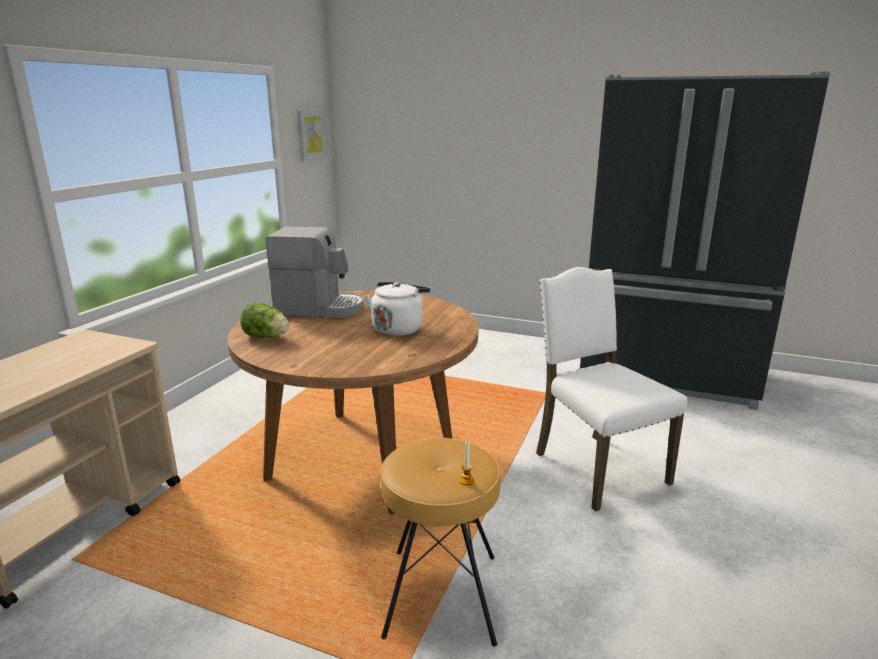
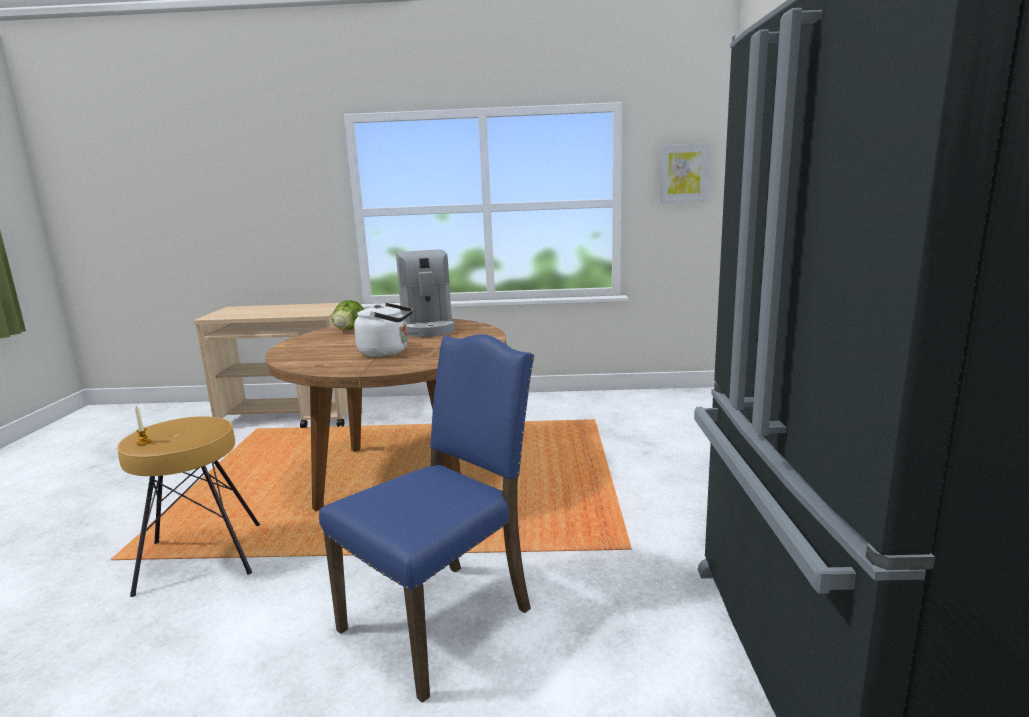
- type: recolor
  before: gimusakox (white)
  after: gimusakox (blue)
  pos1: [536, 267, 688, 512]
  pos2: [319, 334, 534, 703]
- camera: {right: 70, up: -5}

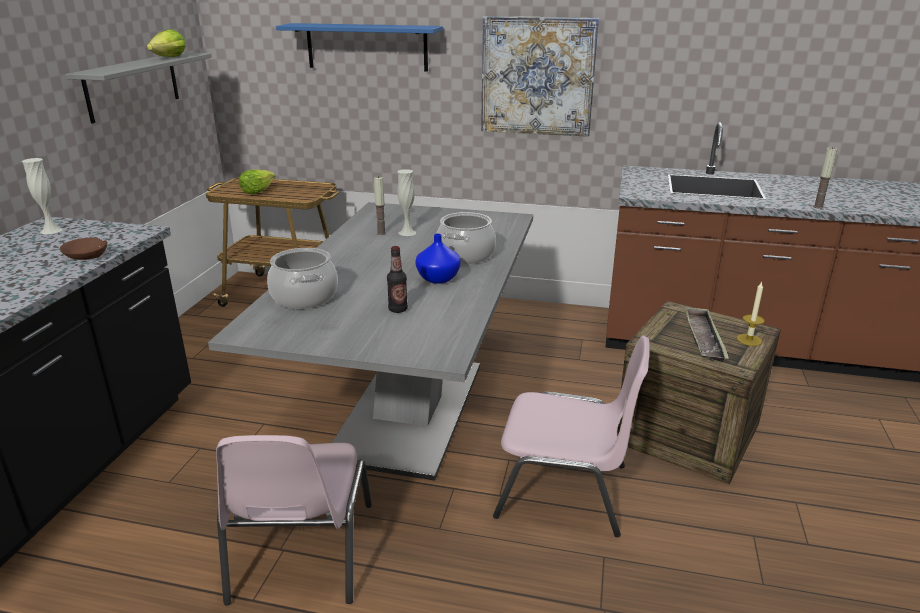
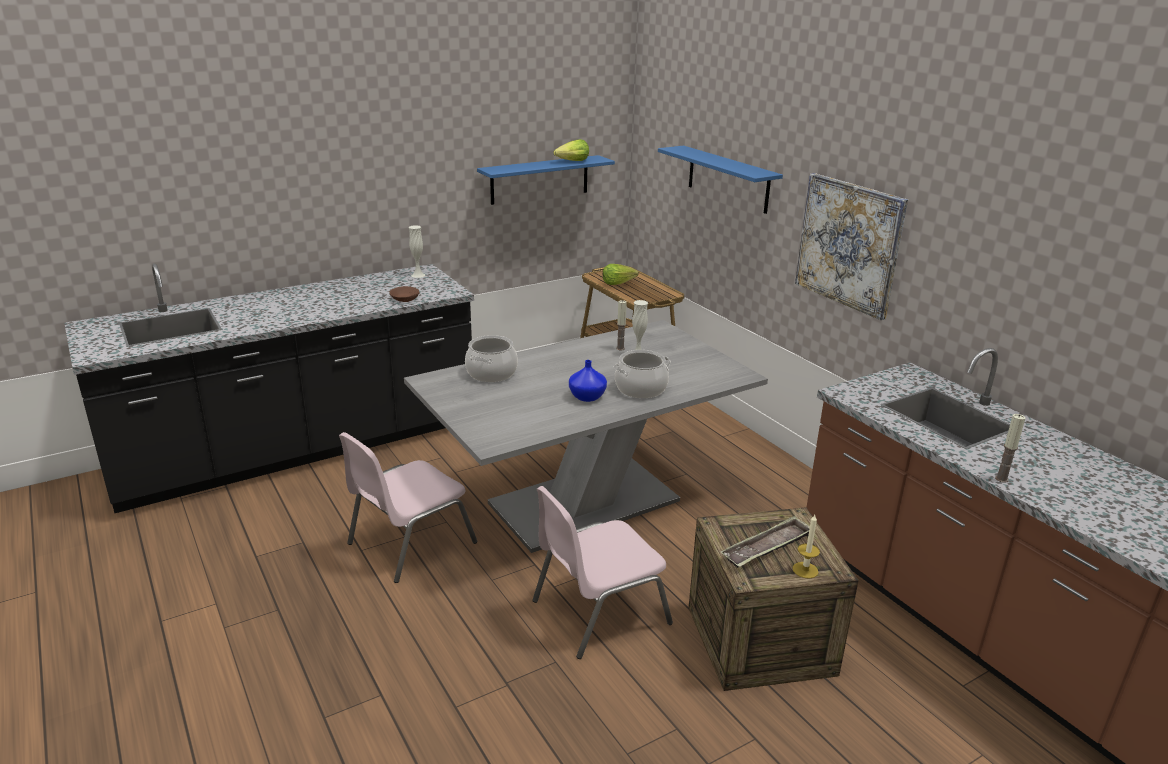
- type: delete
  before: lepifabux
  pos1: [387, 246, 408, 313]
- type: recolor
  before: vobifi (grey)
  after: vobifi (blue)
  pos1: [65, 52, 212, 124]
  pos2: [477, 155, 615, 205]
- type: rotate
  before: gimusakox (pink)
  pos1: [493, 335, 649, 537]
  pos2: [532, 486, 673, 659]
  turn: 90
- camera: {right: 45, up: 0}

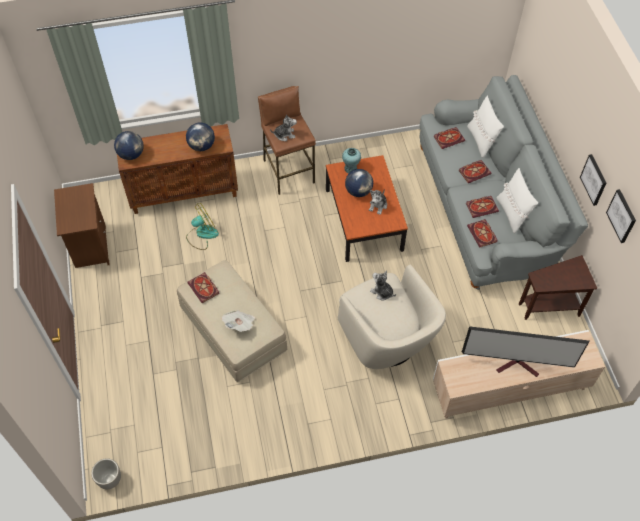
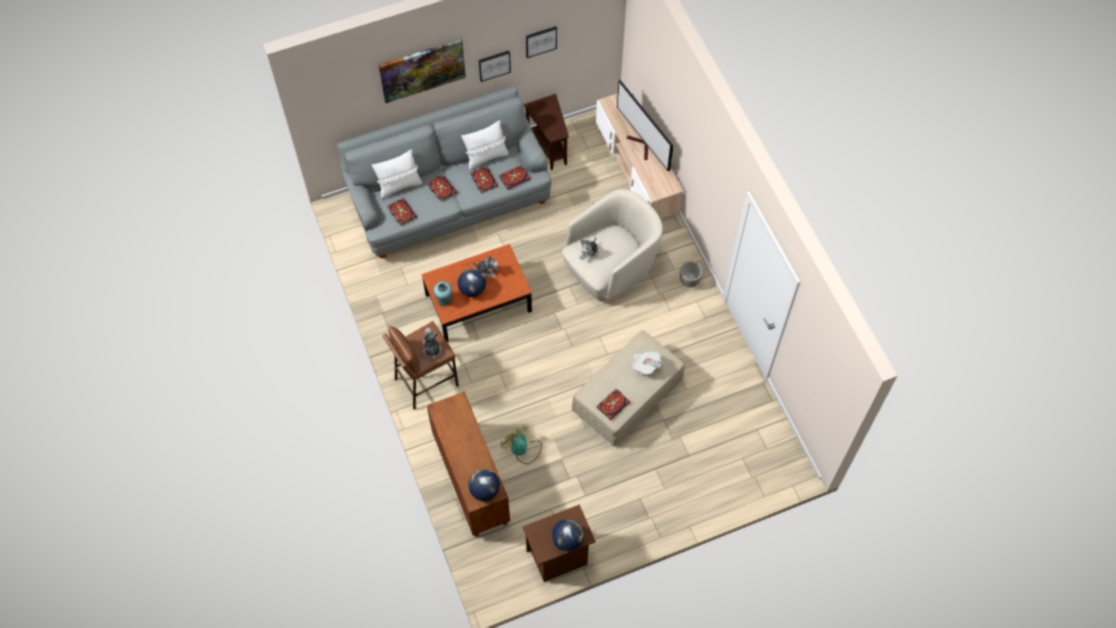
- type: insert
  after: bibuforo
  pos2: [378, 39, 466, 103]
- type: move
  before: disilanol
  pos1: [91, 458, 121, 489]
  pos2: [680, 261, 703, 287]
- type: move
  before: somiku
  pos1: [186, 122, 215, 151]
  pos2: [552, 519, 584, 551]
- type: rotate
  before: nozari
  pos1: [462, 326, 590, 377]
  pos2: [617, 80, 674, 171]
  turn: 150
- camera: {right: -100, up: 5}

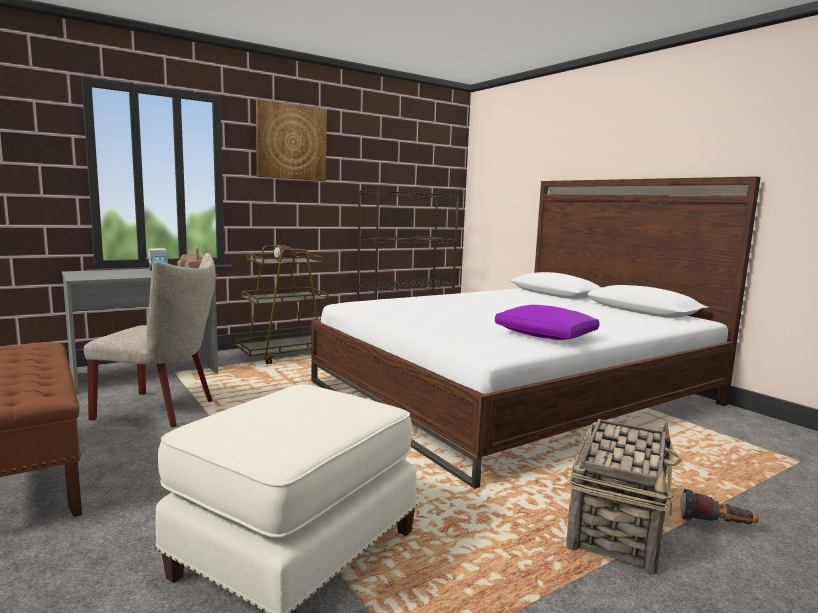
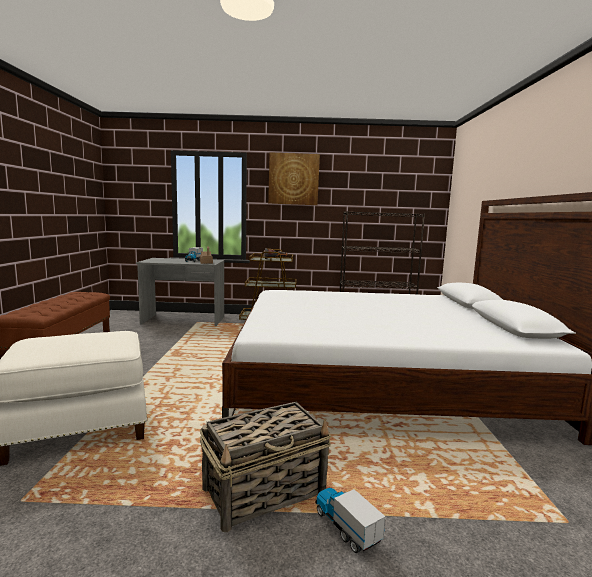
- type: delete
  before: gimusakox (beige)
  pos1: [84, 253, 216, 427]
- type: delete
  before: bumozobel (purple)
  pos1: [495, 305, 599, 340]
- type: replace
  before: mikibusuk
  after: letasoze
  pos1: [680, 489, 759, 524]
  pos2: [315, 488, 386, 553]
- camera: {right: 35, up: 0}

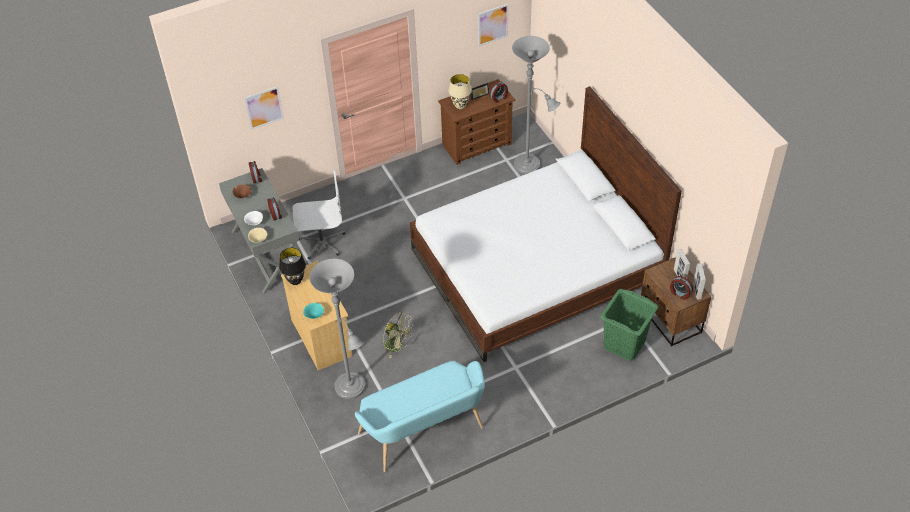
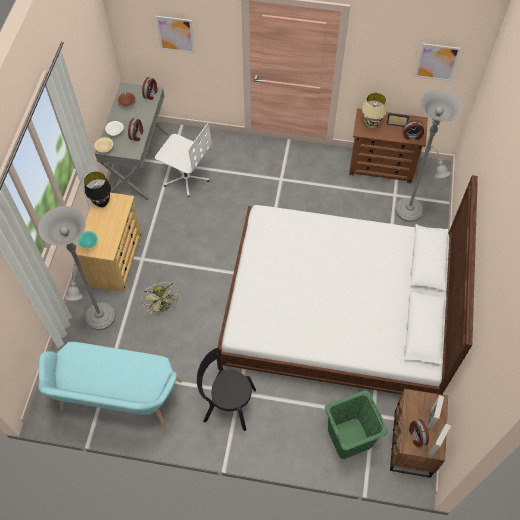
- type: insert
  after: gimusakox (black)
  pos2: [197, 348, 256, 431]
- camera: {right: 35, up: 10}

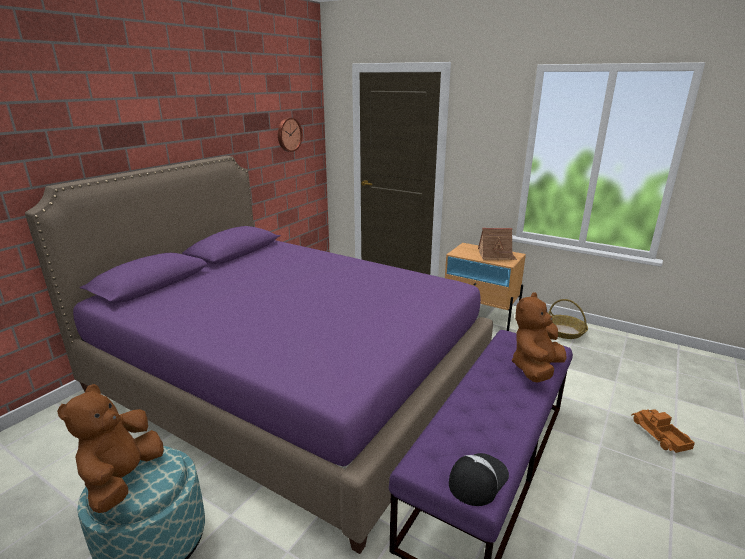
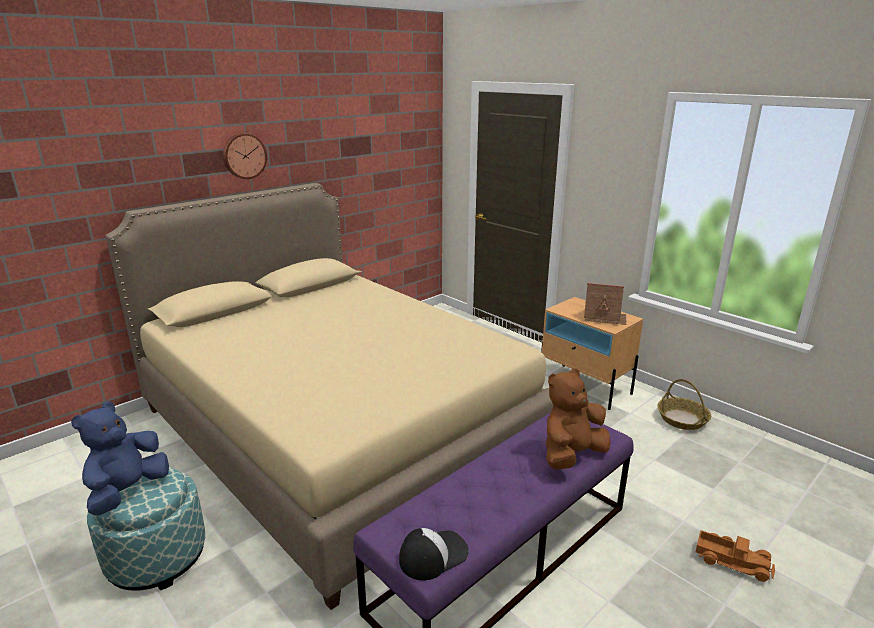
- type: move
  before: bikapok
  pos1: [278, 118, 303, 152]
  pos2: [223, 133, 267, 179]
- type: recolor
  before: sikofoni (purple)
  after: sikofoni (beige)
  pos1: [25, 156, 493, 554]
  pos2: [106, 183, 553, 610]
- type: recolor
  before: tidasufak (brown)
  after: tidasufak (blue)
  pos1: [57, 384, 164, 513]
  pos2: [71, 402, 169, 515]
- type: rotate
  before: letasoze
  pos1: [632, 409, 695, 453]
  pos2: [695, 530, 775, 582]
  turn: 120
- camera: {right: 15, up: 0}

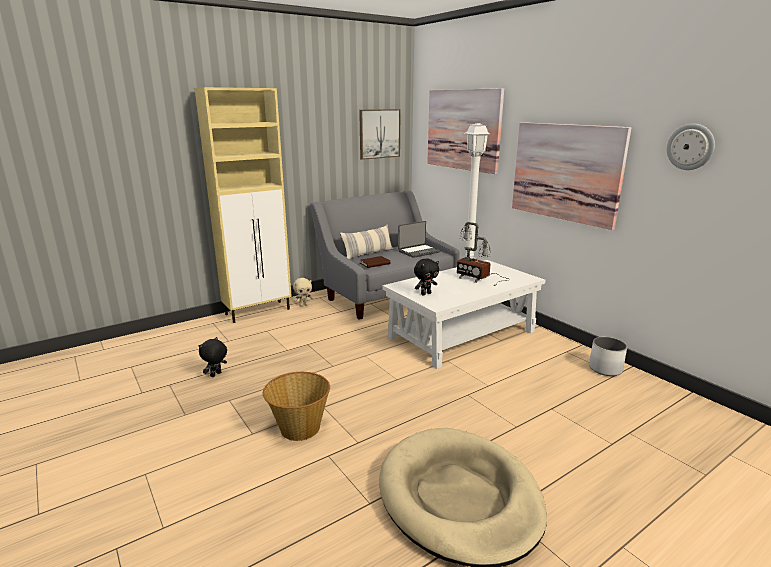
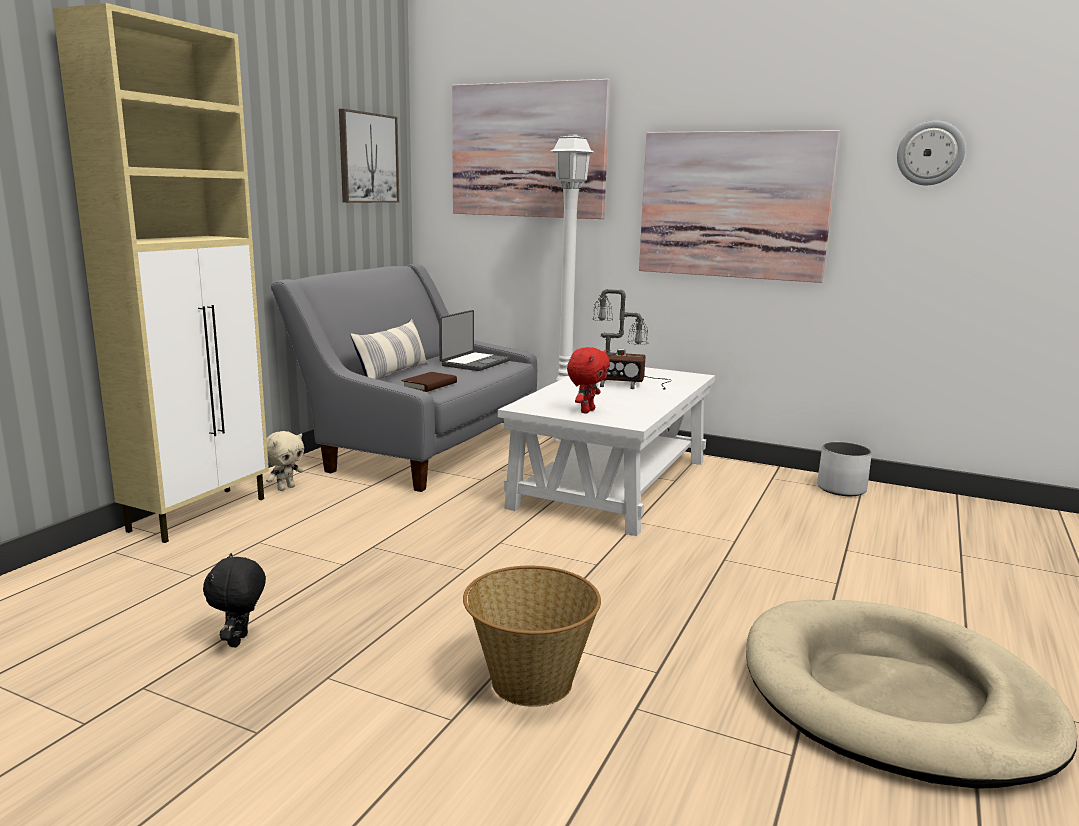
- type: recolor
  before: tidasufak (black)
  after: tidasufak (red)
  pos1: [414, 259, 439, 295]
  pos2: [567, 347, 610, 414]
- camera: {right: -30, up: -5}

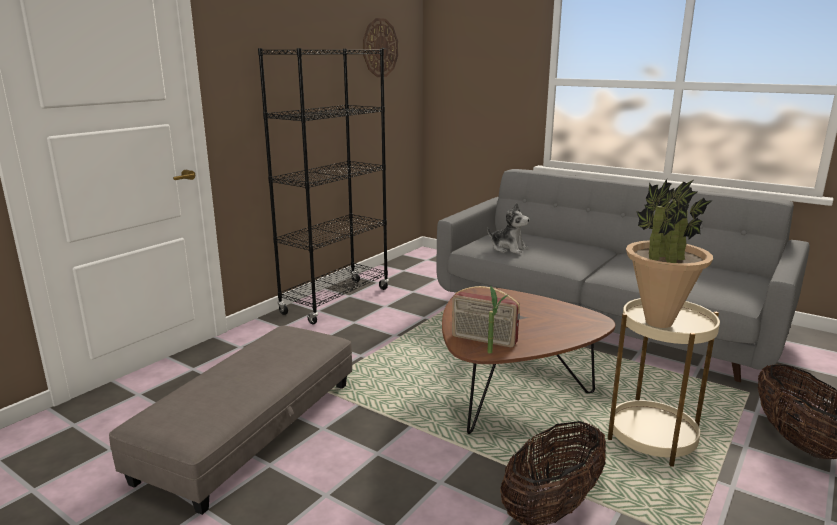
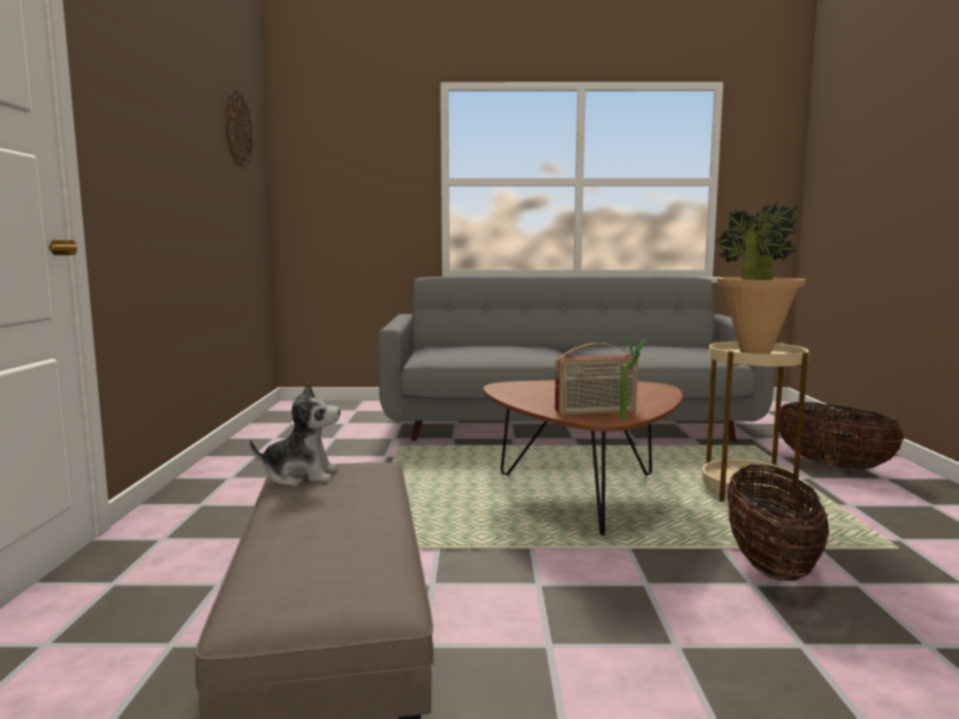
- type: delete
  before: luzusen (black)
  pos1: [258, 48, 389, 324]
- type: move
  before: tidasufak
  pos1: [487, 203, 530, 254]
  pos2: [249, 382, 340, 486]
- camera: {right: -35, up: -10}

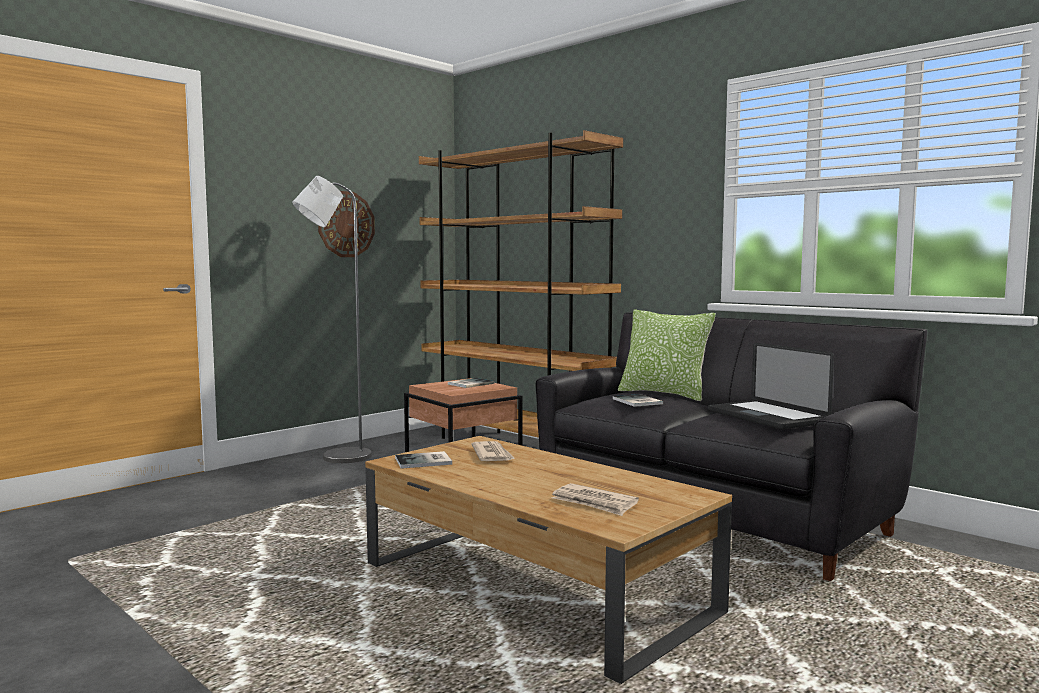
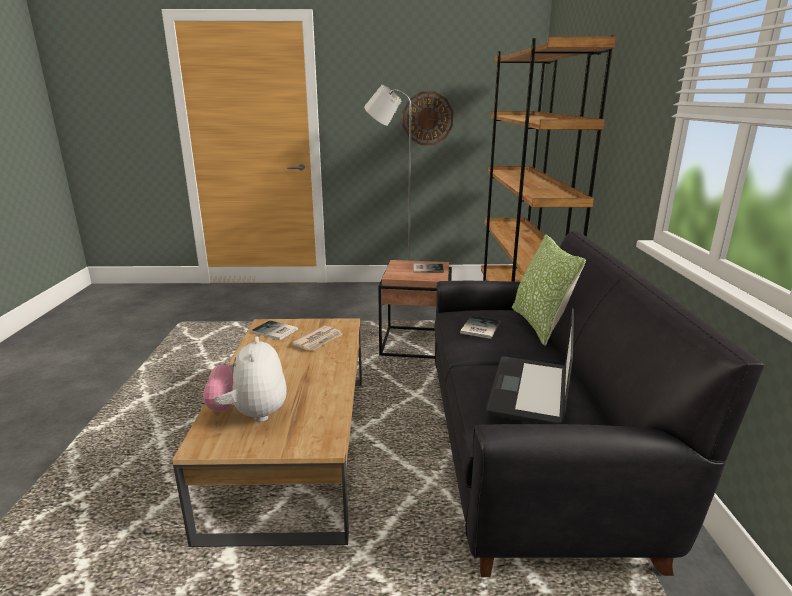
- type: replace
  before: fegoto
  after: tidasufak
  pos1: [552, 483, 639, 516]
  pos2: [203, 336, 287, 422]
- camera: {right: 45, up: 15}

